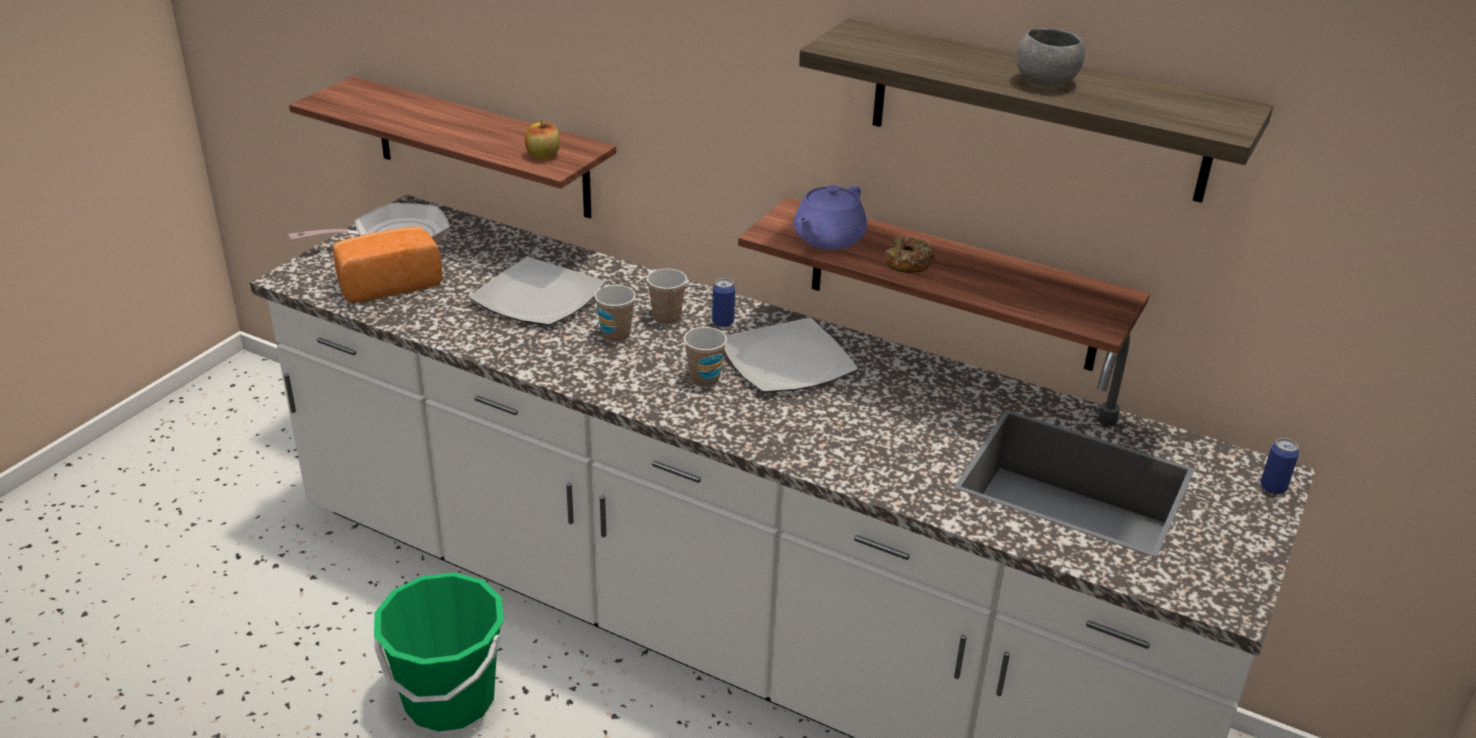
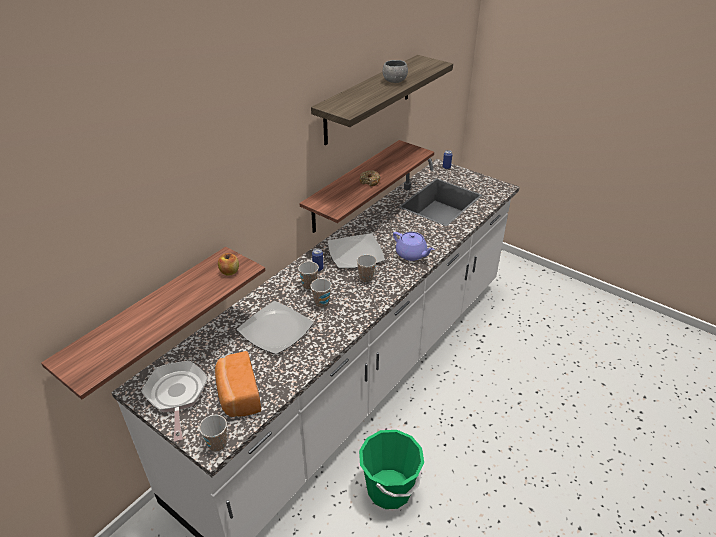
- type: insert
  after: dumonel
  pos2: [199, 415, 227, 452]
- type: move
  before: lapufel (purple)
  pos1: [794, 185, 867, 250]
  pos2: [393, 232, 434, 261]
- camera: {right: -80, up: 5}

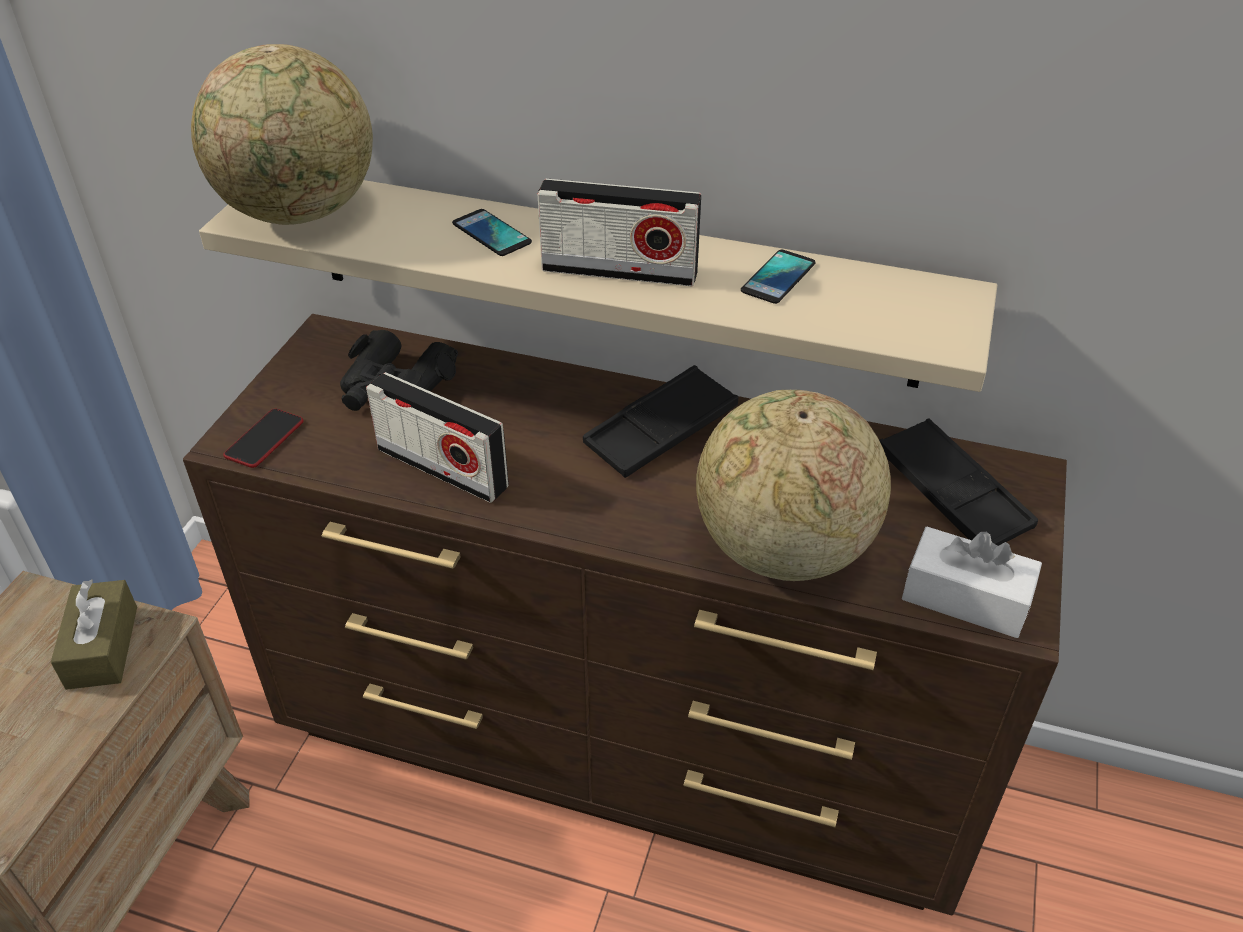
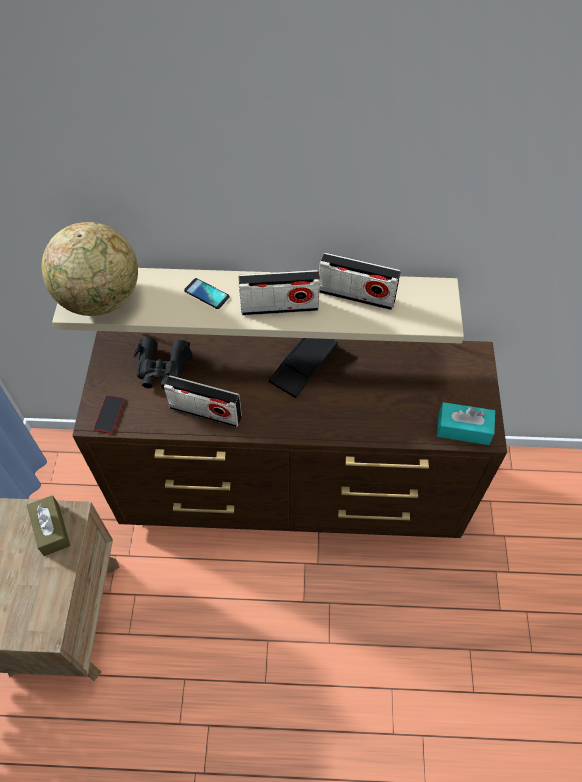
- type: delete
  before: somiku
  pos1: [696, 390, 891, 581]
- type: delete
  before: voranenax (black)
  pos1: [879, 418, 1038, 546]
- type: replace
  before: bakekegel
  after: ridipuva
  pos1: [741, 250, 815, 304]
  pos2: [319, 253, 401, 310]
- type: recolor
  before: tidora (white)
  after: tidora (turquoise)
  pos1: [902, 527, 1042, 638]
  pos2: [437, 402, 495, 445]
- camera: {right: -15, up: 15}

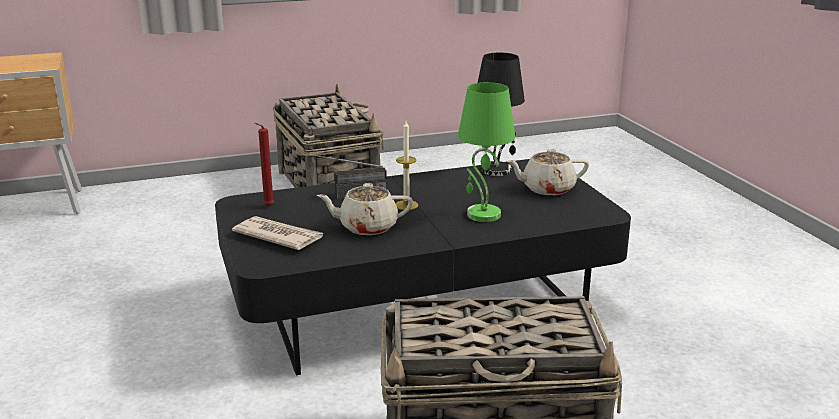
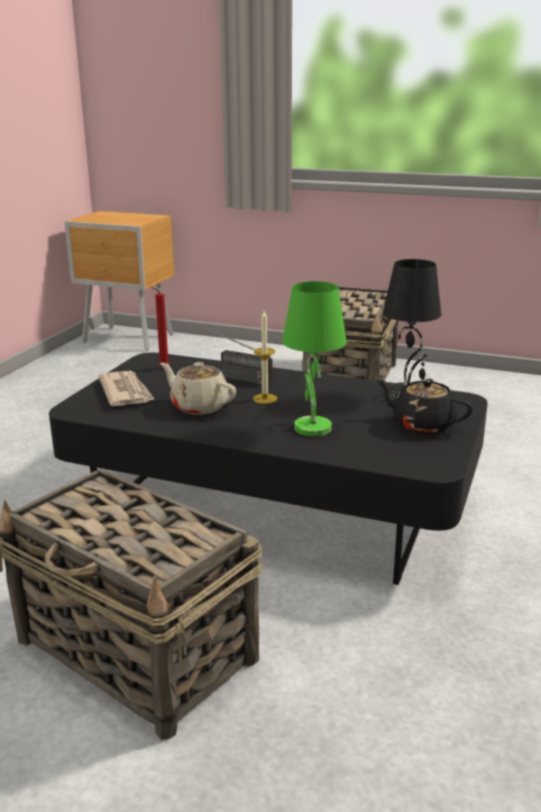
- type: recolor
  before: lapufel (beige)
  after: lapufel (black)
  pos1: [507, 149, 589, 195]
  pos2: [377, 378, 473, 434]
- camera: {right: 40, up: 0}

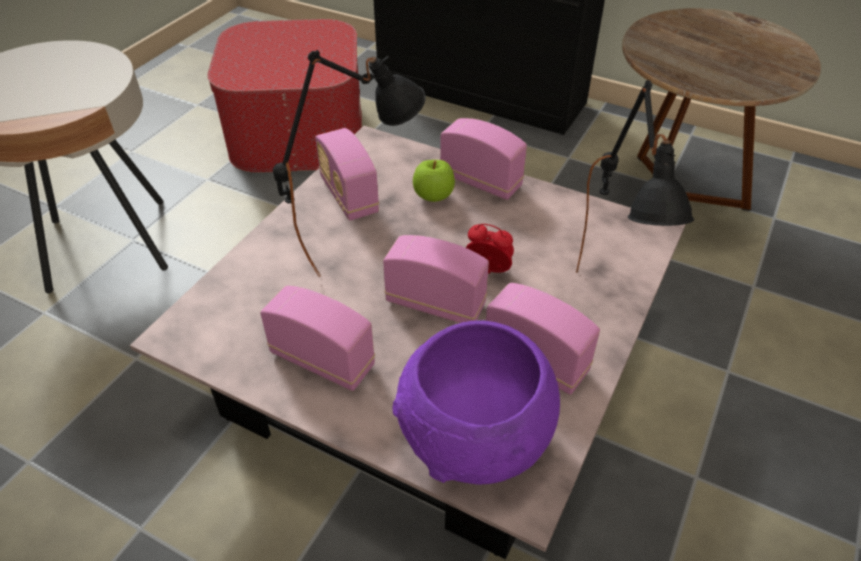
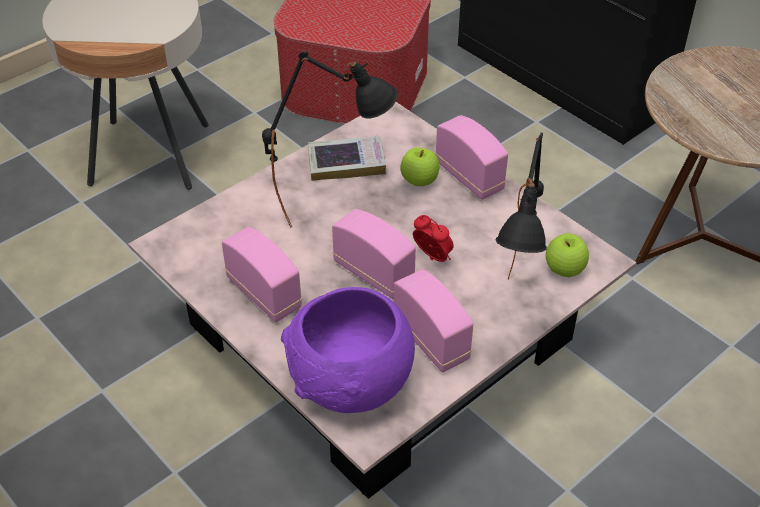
- type: insert
  after: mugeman
  pos2: [546, 233, 589, 277]
- type: replace
  before: ridipuva
  after: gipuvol
  pos1: [315, 128, 379, 221]
  pos2: [308, 136, 386, 181]
- camera: {right: 20, up: 0}

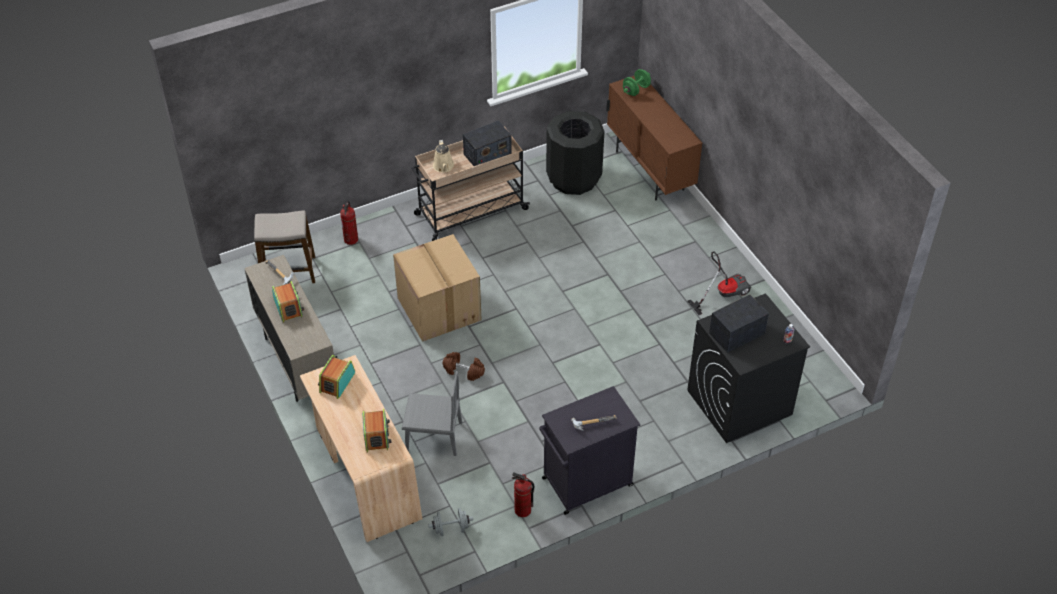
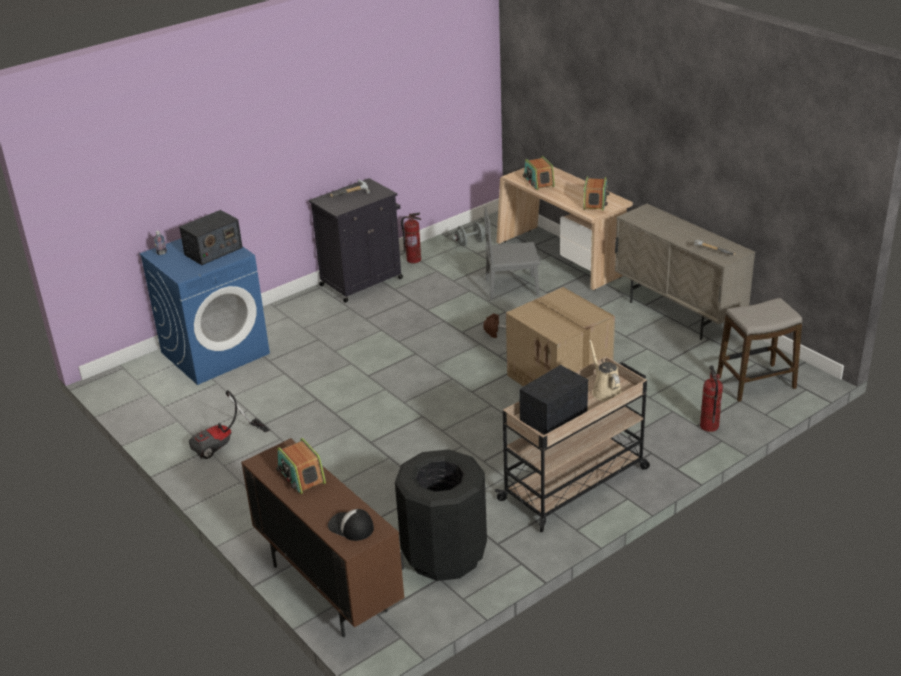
- type: move
  before: ridipuva
  pos1: [272, 281, 304, 323]
  pos2: [276, 438, 326, 494]
- type: replace
  before: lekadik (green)
  after: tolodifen
  pos1: [623, 69, 651, 96]
  pos2: [328, 509, 374, 541]
- type: recolor
  before: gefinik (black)
  after: gefinik (blue)
  pos1: [687, 293, 810, 443]
  pos2: [139, 239, 270, 385]
- camera: {right: 170, up: -15}

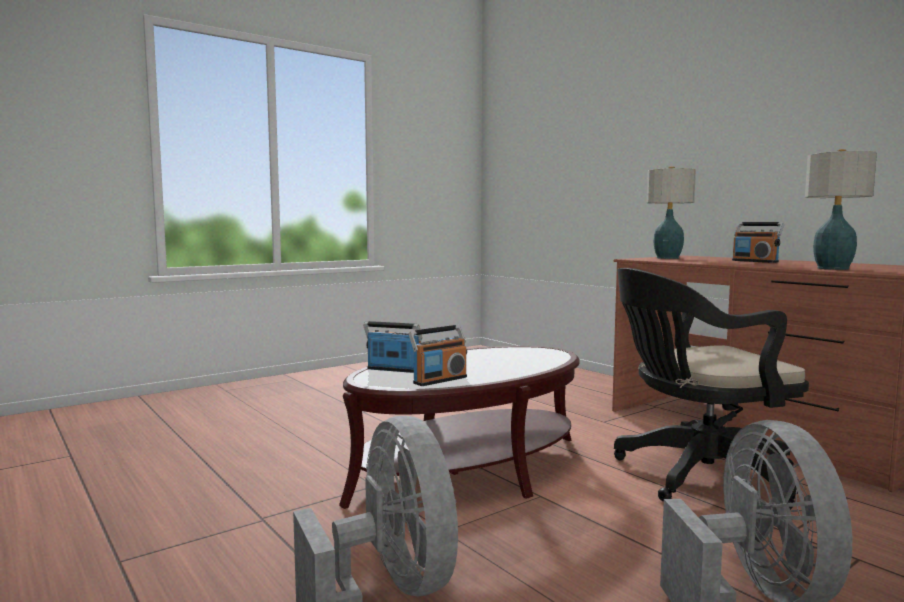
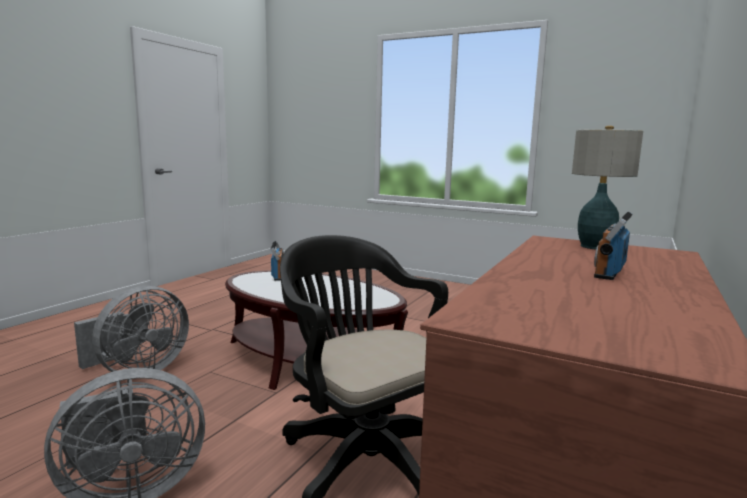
- type: delete
  before: ridipuva
  pos1: [409, 325, 467, 386]
- type: delete
  before: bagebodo
  pos1: [805, 149, 877, 270]
- camera: {right: 65, up: 5}

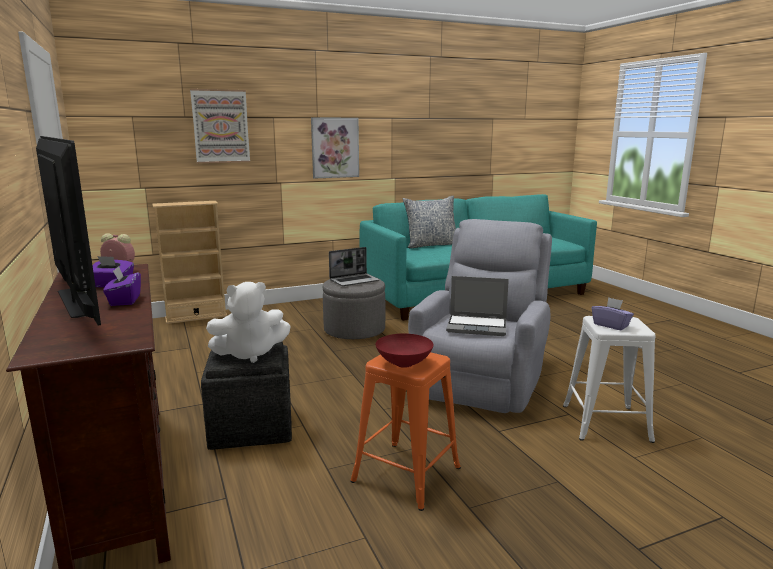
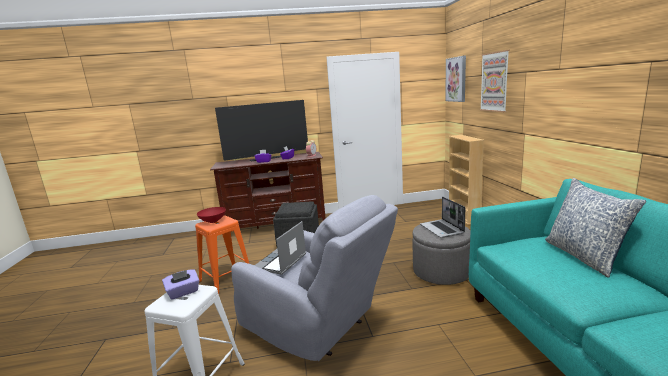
- type: delete
  before: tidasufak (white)
  pos1: [206, 282, 291, 363]
- type: move
  before: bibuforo
  pos1: [311, 117, 359, 179]
  pos2: [445, 55, 466, 102]
- camera: {right: 105, up: 0}

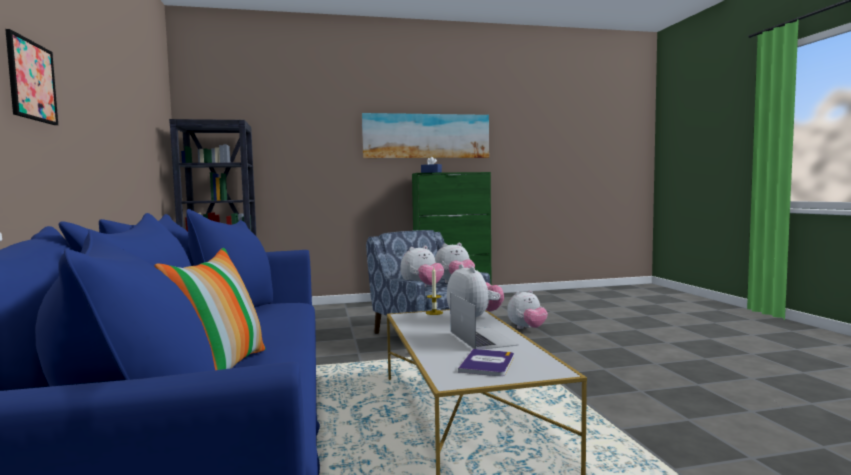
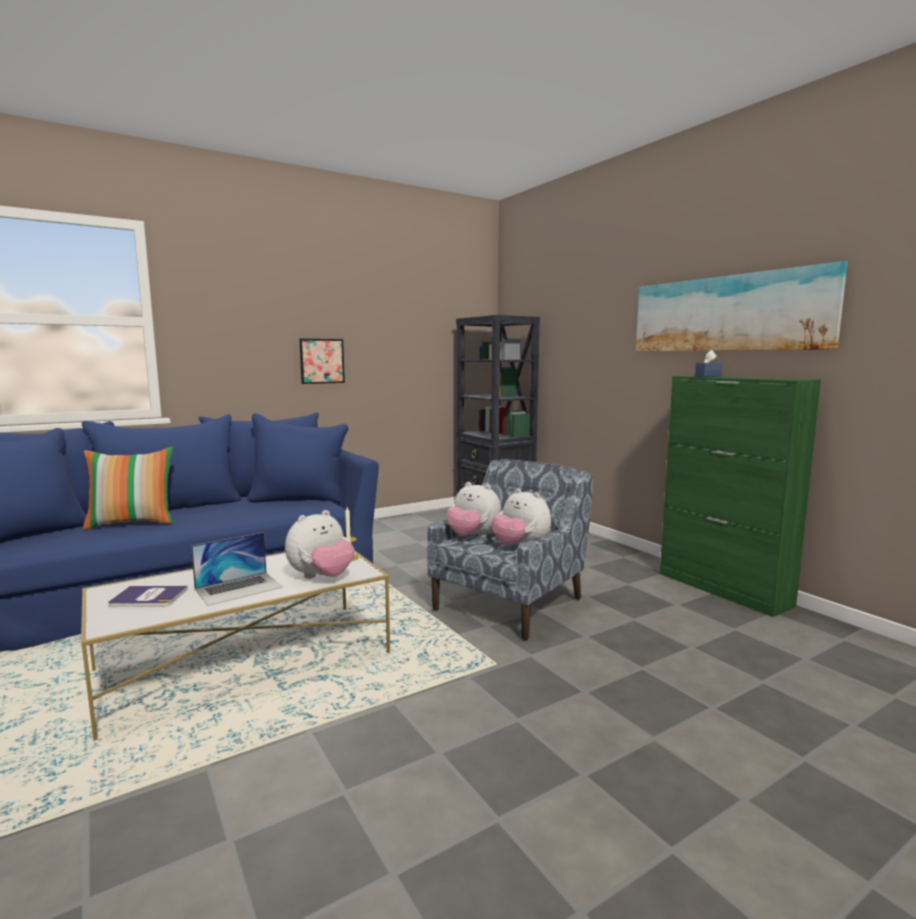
- type: delete
  before: tidasufak
  pos1: [507, 290, 548, 329]
- type: move
  before: bibuforo
  pos1: [5, 29, 58, 125]
  pos2: [299, 339, 345, 384]
- camera: {right: 70, up: 5}

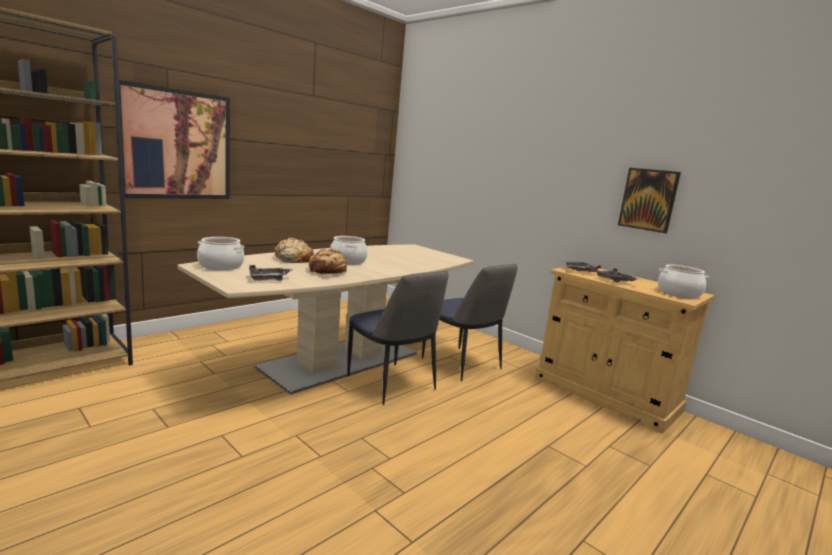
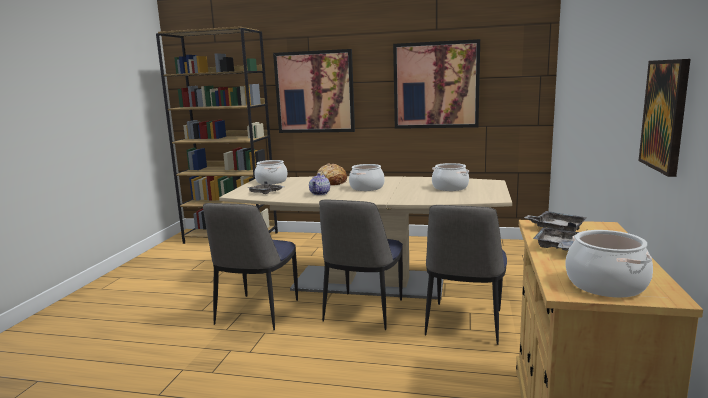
- type: insert
  after: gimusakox
  pos2: [203, 203, 298, 330]
- type: insert
  after: bibuforo
  pos2: [393, 39, 480, 129]
- type: insert
  after: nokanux
  pos2: [432, 163, 469, 191]
- type: replace
  before: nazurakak
  after: lapufel
  pos1: [309, 249, 348, 275]
  pos2: [309, 173, 330, 195]
- camera: {right: 60, up: 0}

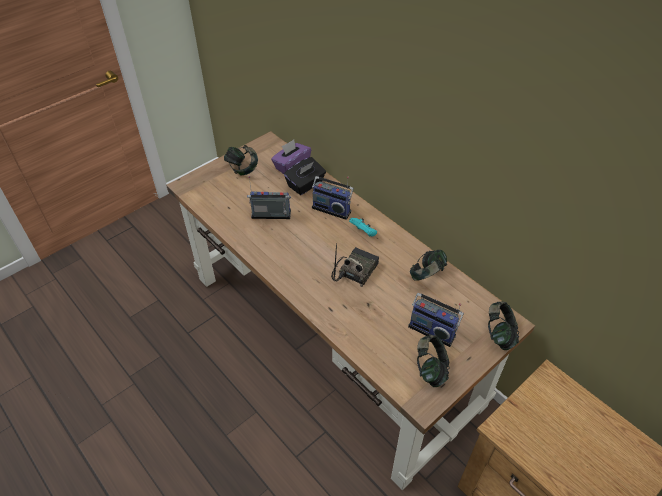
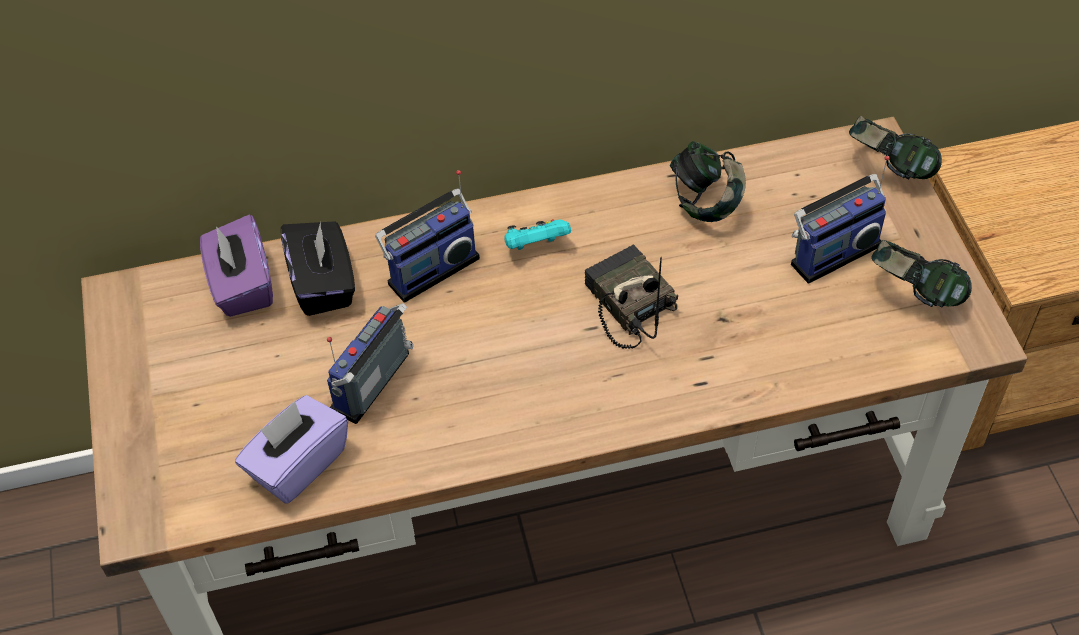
- type: delete
  before: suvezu
  pos1: [224, 145, 258, 176]
- type: insert
  after: tidora (purple)
  pos2: [235, 395, 348, 504]
- camera: {right: -60, up: 5}

